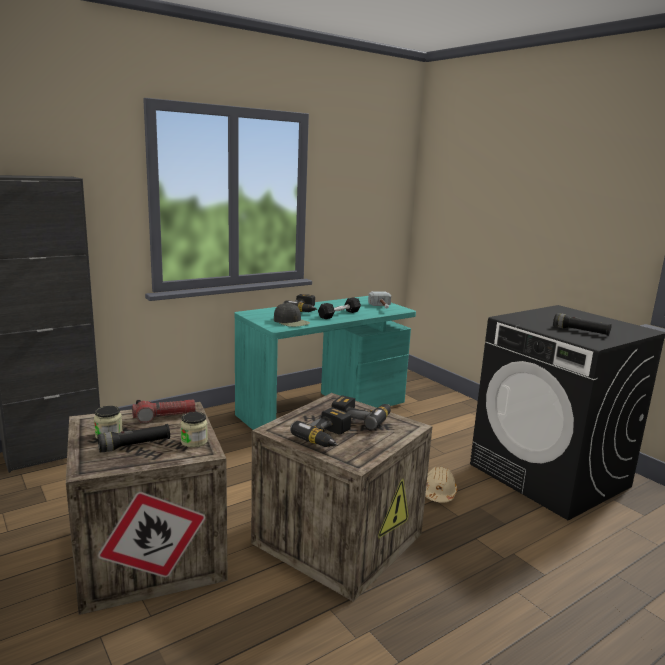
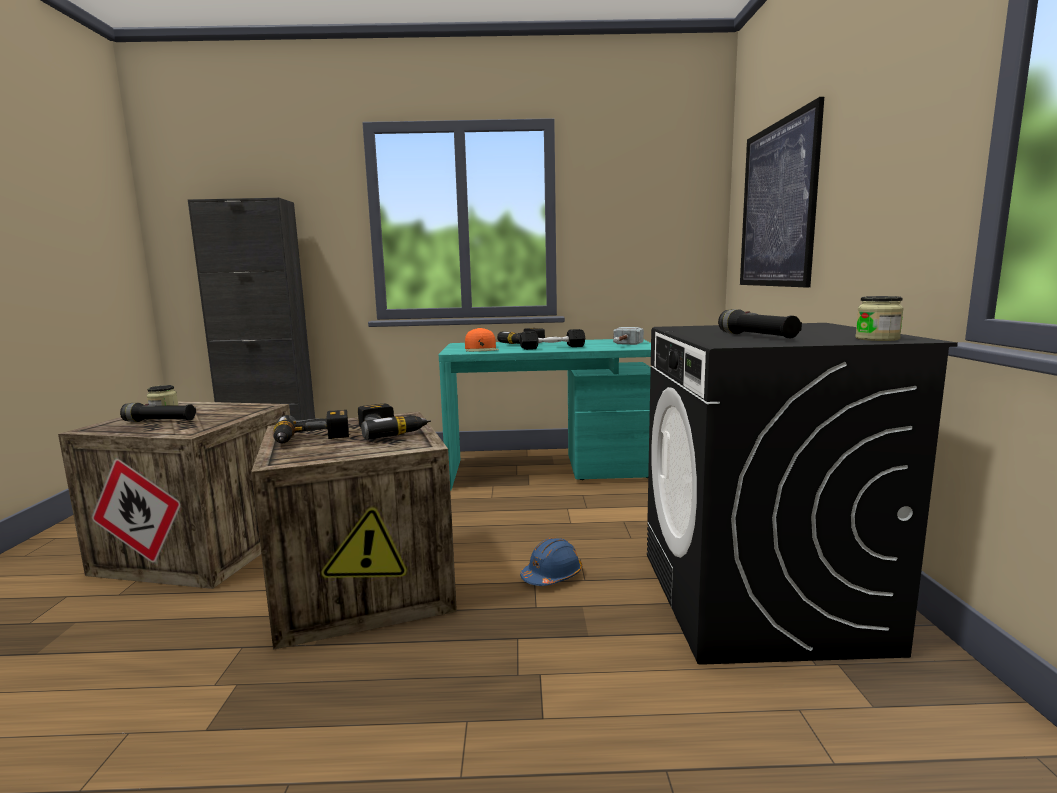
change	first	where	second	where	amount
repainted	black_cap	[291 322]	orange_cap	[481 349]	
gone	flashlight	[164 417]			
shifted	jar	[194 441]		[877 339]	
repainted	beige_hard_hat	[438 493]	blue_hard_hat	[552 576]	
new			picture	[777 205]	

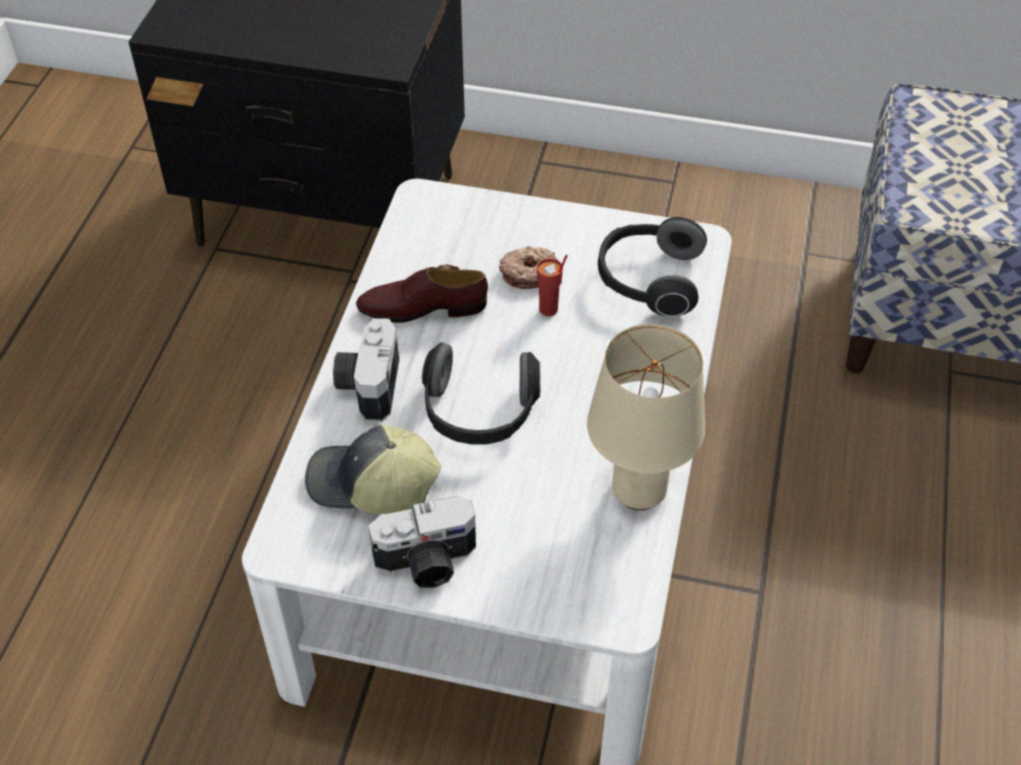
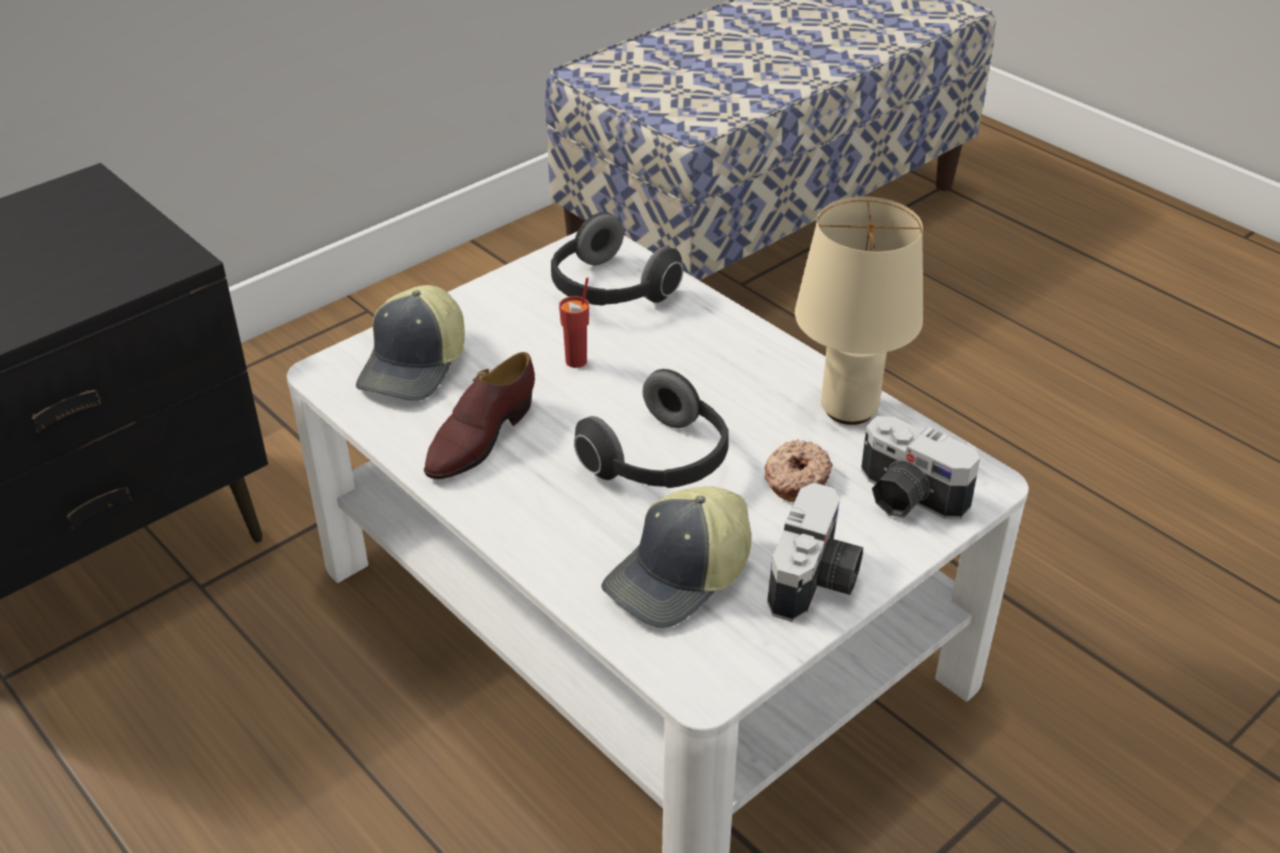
change	first	where	second	where	amount
shifted	donut	[529 273]		[795 479]	
shifted	photo_camera	[366 384]		[906 498]	
new			cap	[416 365]	

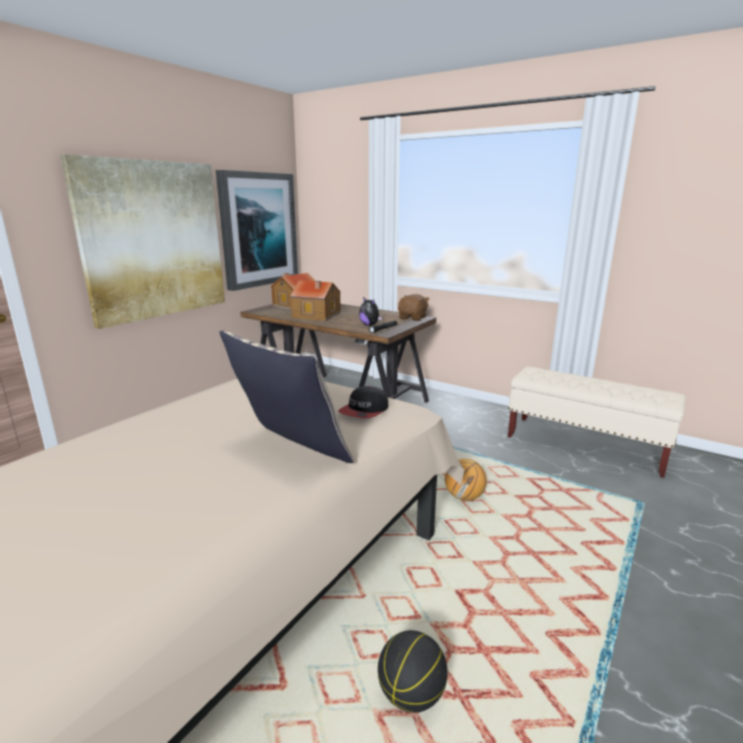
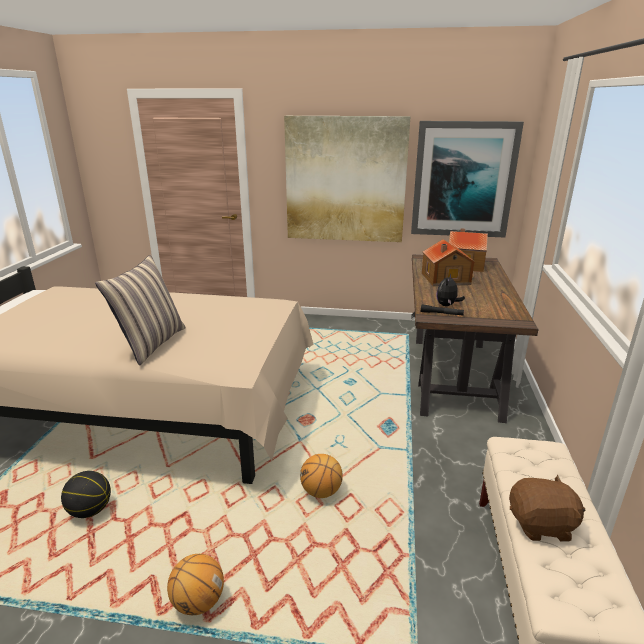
change	first	where	second	where	amount
shifted	brown_plush_toy	[413 318]		[541 525]	
gone	cap	[364 411]			
new			basketball	[198 602]	

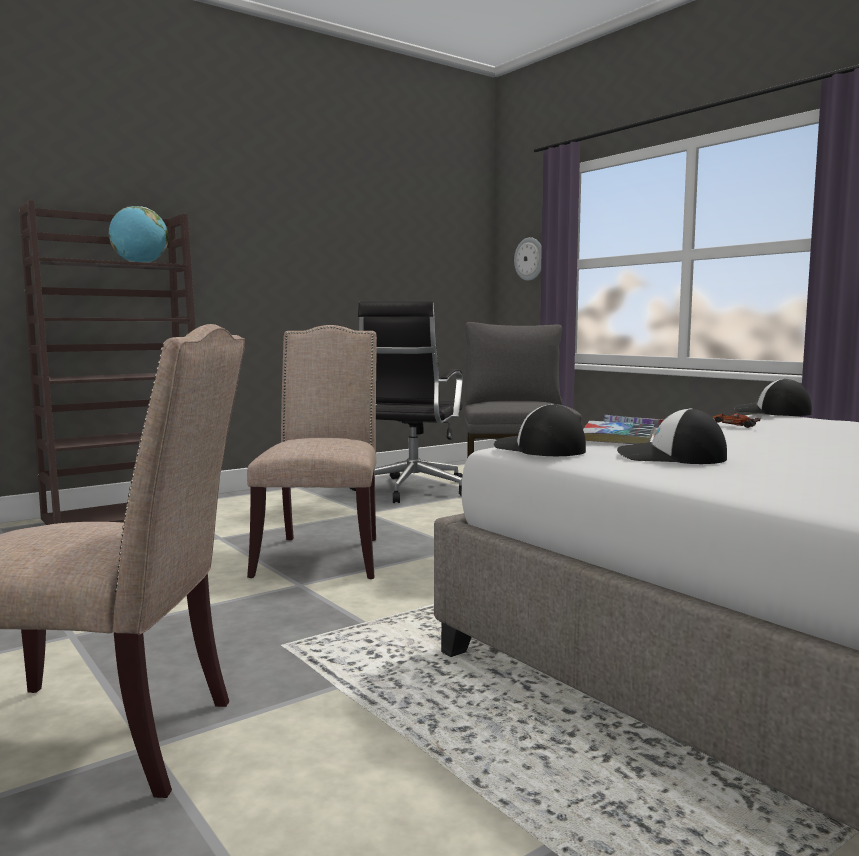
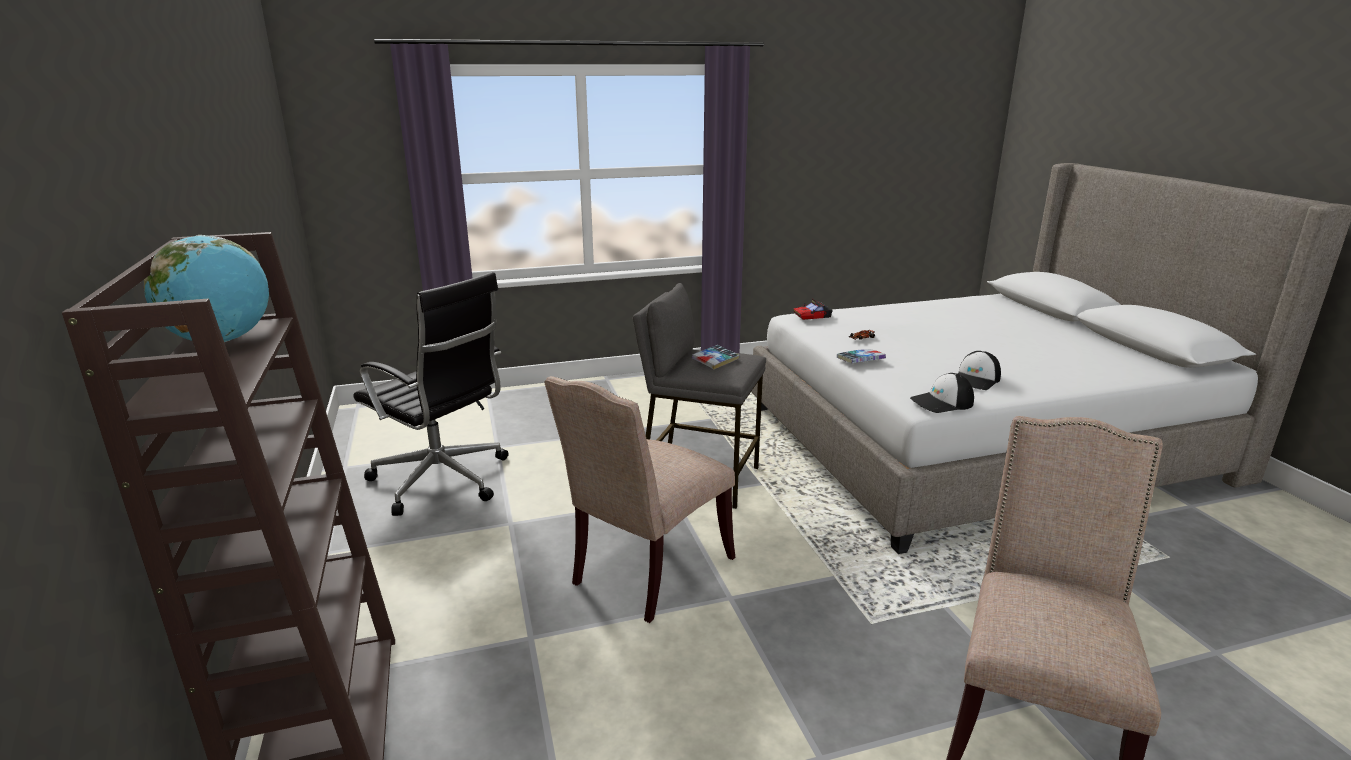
change	first	where	second	where	amount
gone	wall_clock	[529 259]			
rotated	beige_chair	[323 555]		[647 572]	75 degrees counterclockwise
swapped	cap	[771 412]	toy_car	[812 316]	
shifted	book	[617 440]		[715 361]	

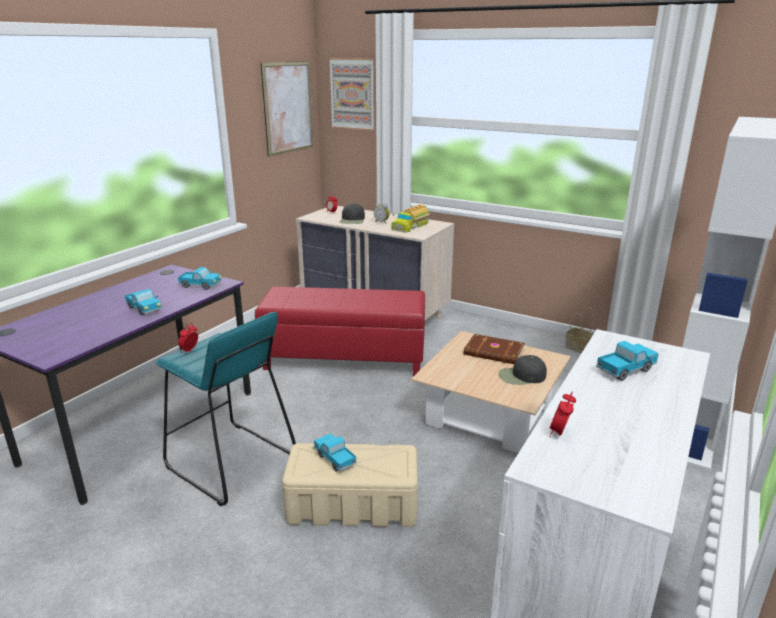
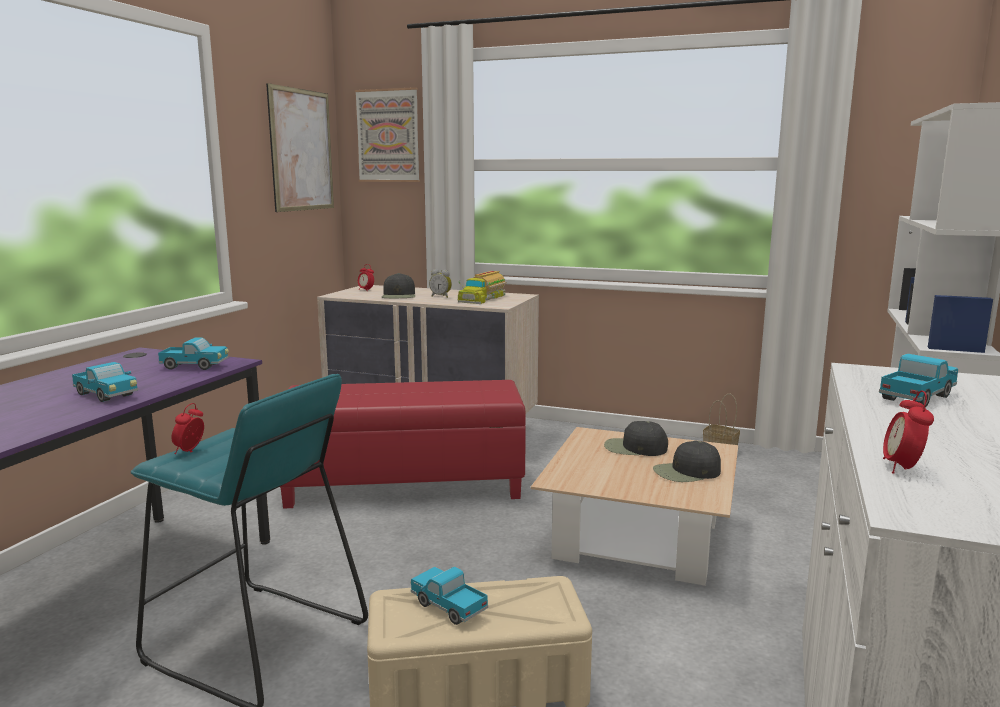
change	first	where	second	where	amount
swapped	brown_book	[494 352]	black_cap	[634 448]	

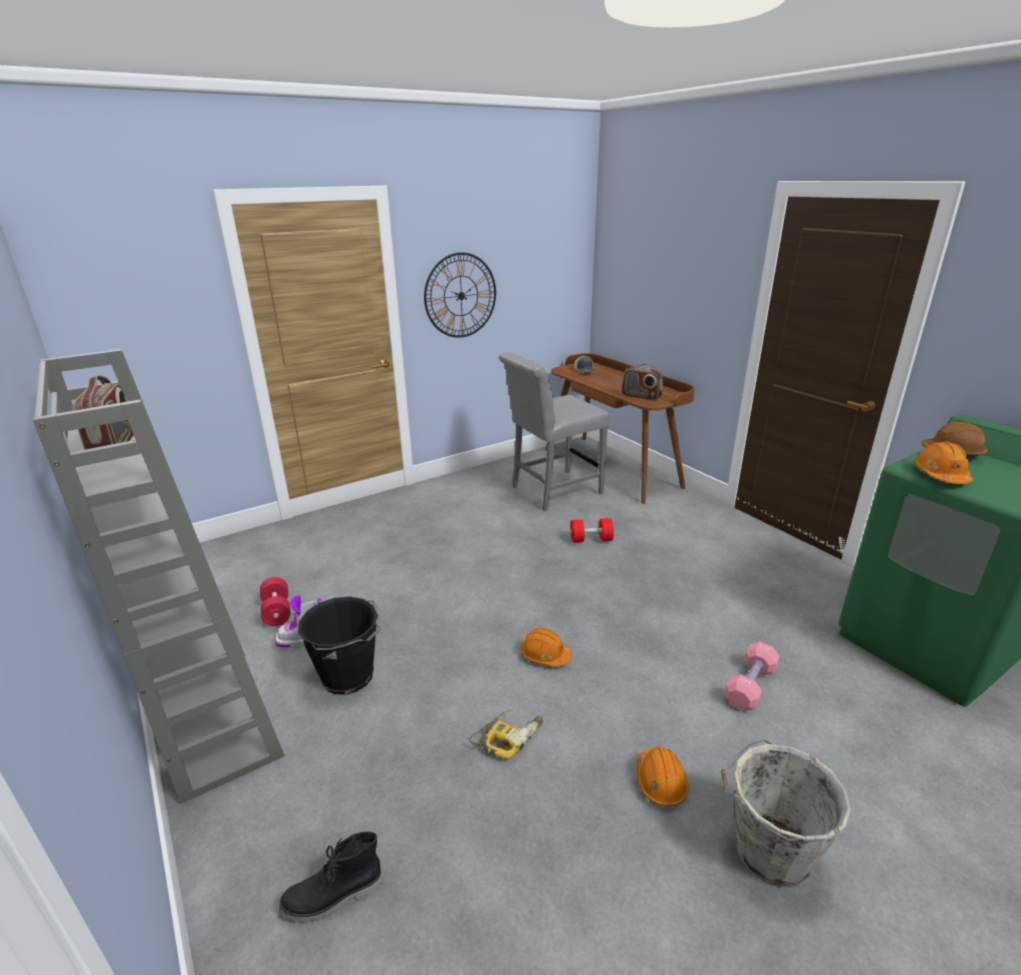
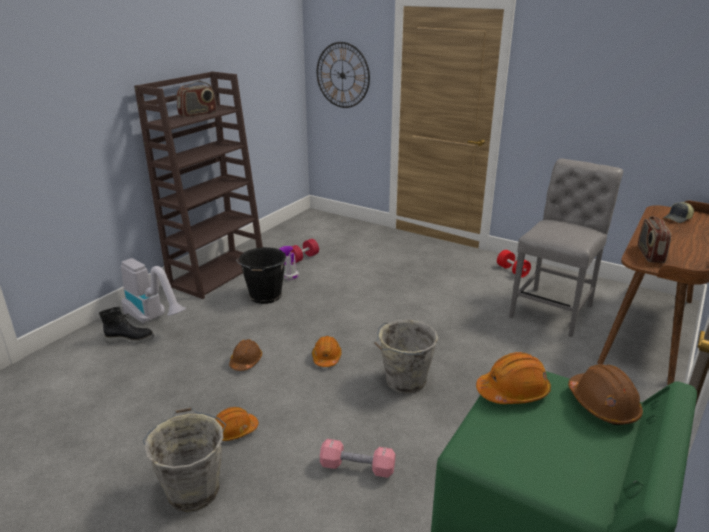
change	first	where	second	where	amount
shifted	wall_clock	[461 296]		[342 75]	
repainted	grey_bookcase	[214 718]	brown_bookcase	[218 273]	
rotated	grey_chair	[552 491]		[554 309]	90 degrees clockwise
shifted	red_dumbbell	[591 540]		[512 271]	
swapped	power_drill	[508 736]	brown_hard_hat	[246 361]	
rotated	black_boot	[333 898]		[130 339]	135 degrees clockwise
new			vacuum_cleaner	[154 318]	
new			grey_bucket	[404 381]	

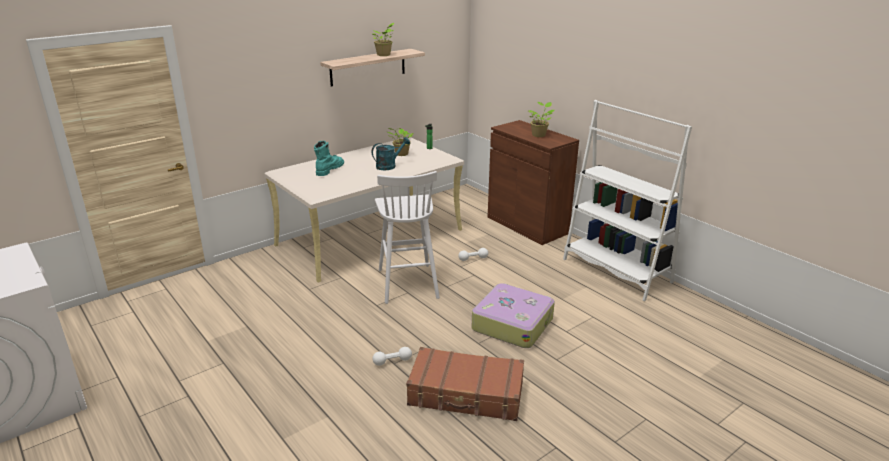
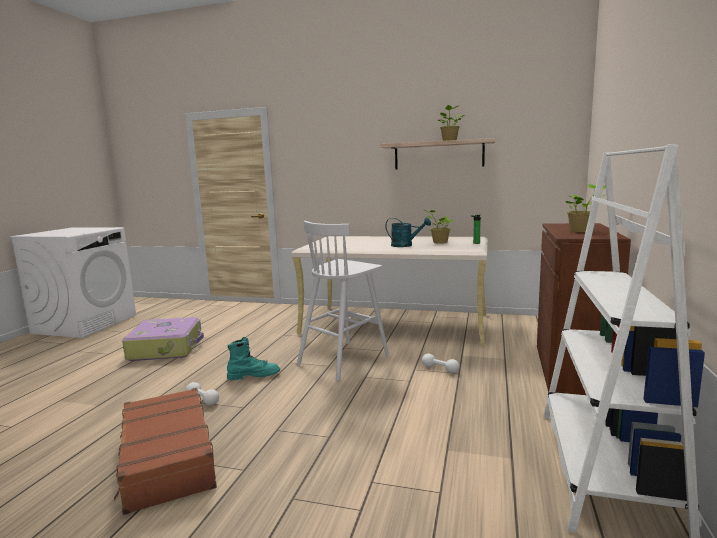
change	first	where	second	where	amount
shifted	turquoise_boot	[329 170]		[254 376]	
shifted	suitcase	[512 324]		[166 348]	

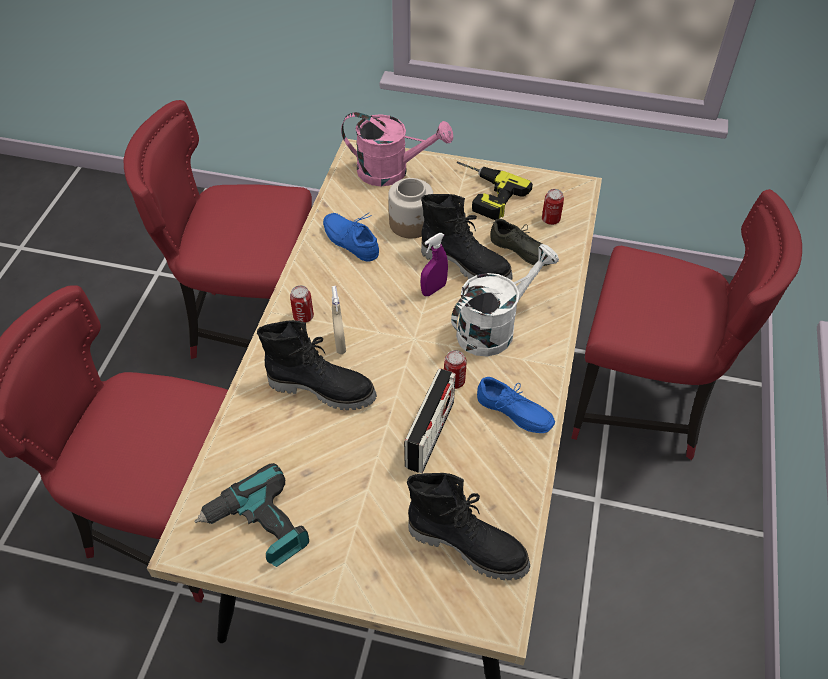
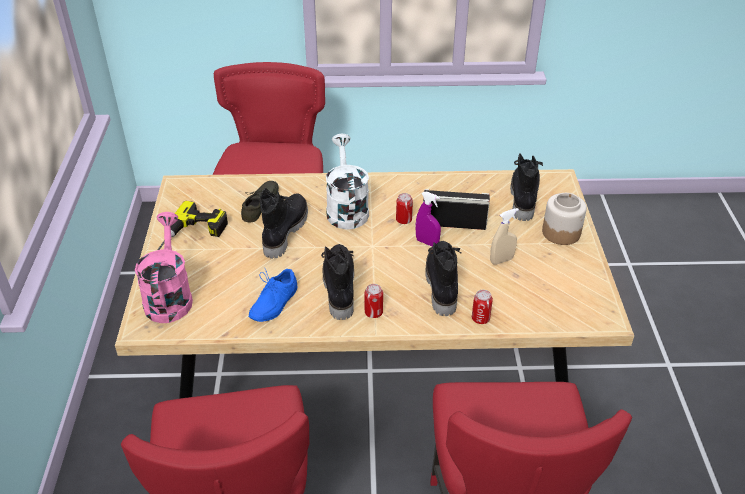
change	first	where	second	where	amount
shifted	jar	[411 223]		[561 232]	
shifted	can	[550 219]		[480 318]	
shifted	purple_spray_bottle	[433 289]		[427 242]	
rotated	white_watering_can	[494 327]		[346 208]	45 degrees clockwise
shifted	beige_spray_bottle	[340 344]		[501 260]	
gone	blue_shoe	[513 414]			
gone	power_drill	[259 527]			
new			black_boot	[338 287]	

